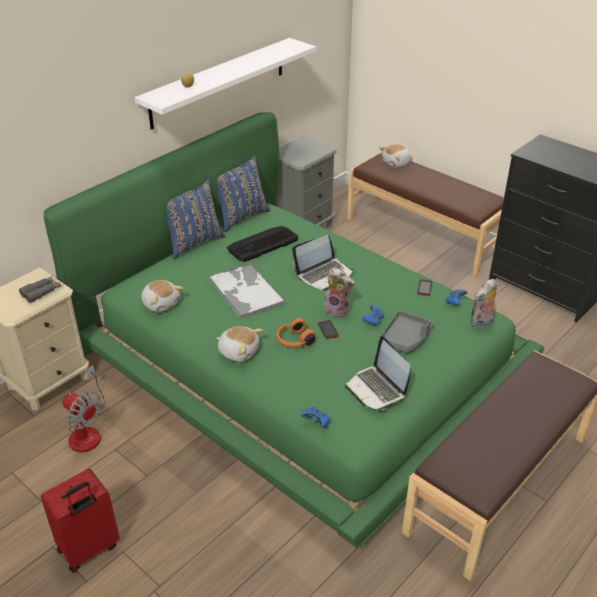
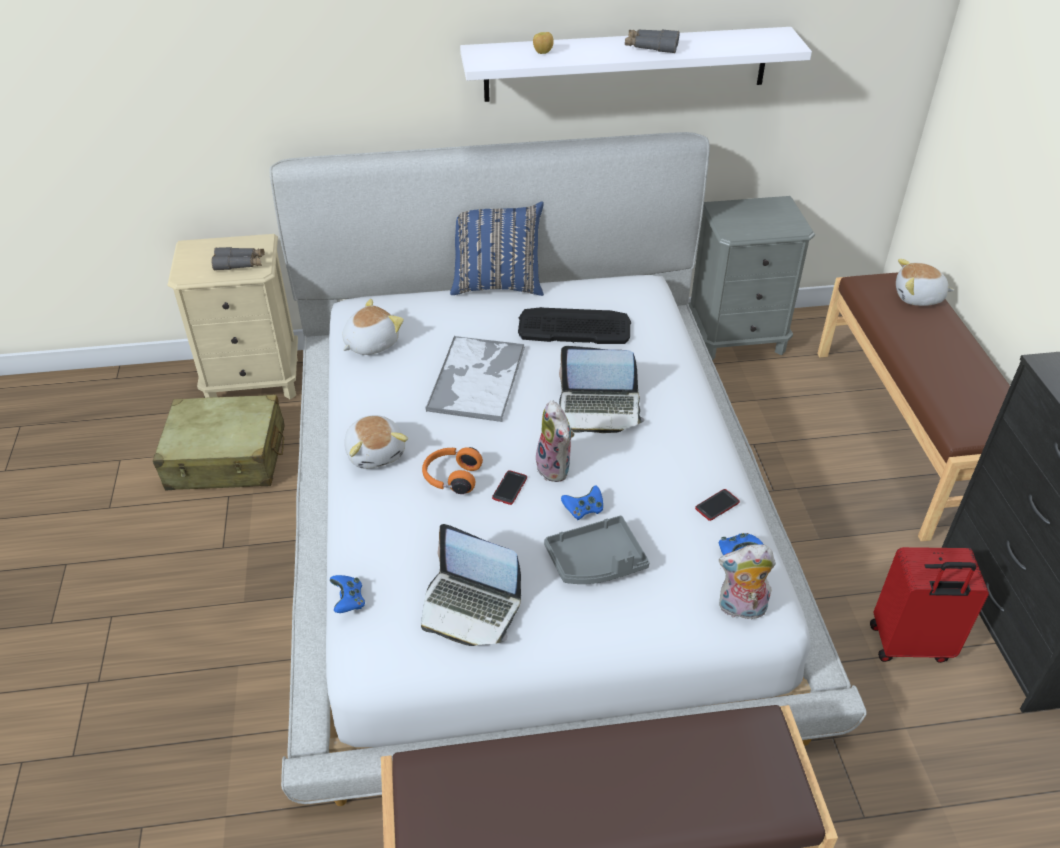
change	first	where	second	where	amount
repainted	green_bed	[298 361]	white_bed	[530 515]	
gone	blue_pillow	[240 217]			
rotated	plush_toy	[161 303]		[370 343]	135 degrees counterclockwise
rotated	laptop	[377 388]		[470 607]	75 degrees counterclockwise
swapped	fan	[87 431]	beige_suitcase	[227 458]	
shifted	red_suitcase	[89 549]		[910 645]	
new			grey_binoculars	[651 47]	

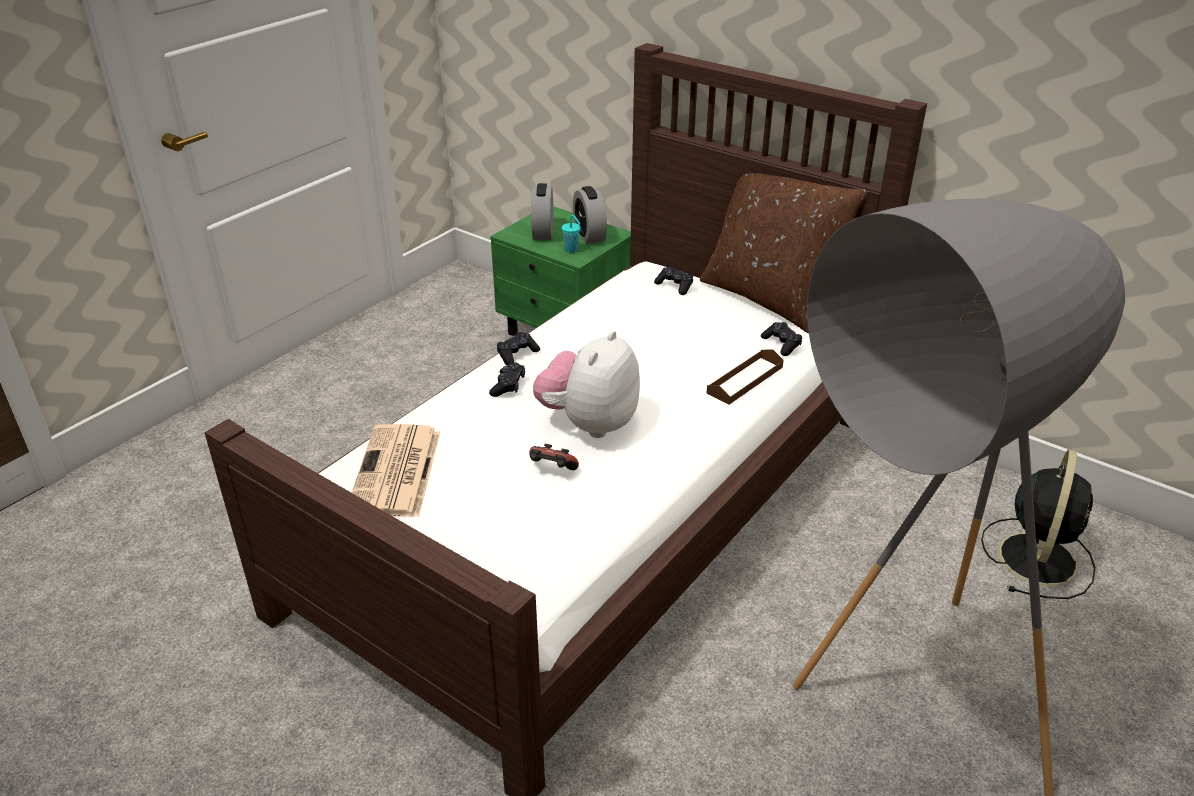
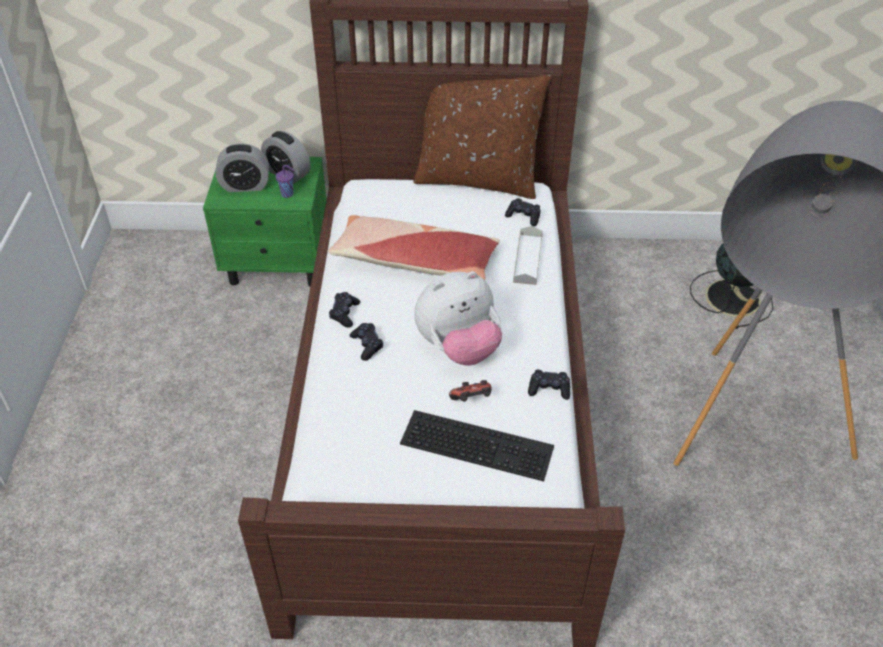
change	first	where	second	where	amount
rotated	alarm_clock	[543 232]		[245 186]	60 degrees counterclockwise
repainted	turquoise_cup	[572 250]	purple_cup	[288 194]	
shifted	black_game_controller	[675 286]		[549 389]	
rotated	plush_toy	[589 423]		[458 348]	105 degrees counterclockwise
repainted	brown_tray	[745 380]	grey_tray	[527 259]	
gone	newspaper	[396 473]			
new			pillow	[414 261]	
new			keyboard	[479 443]	

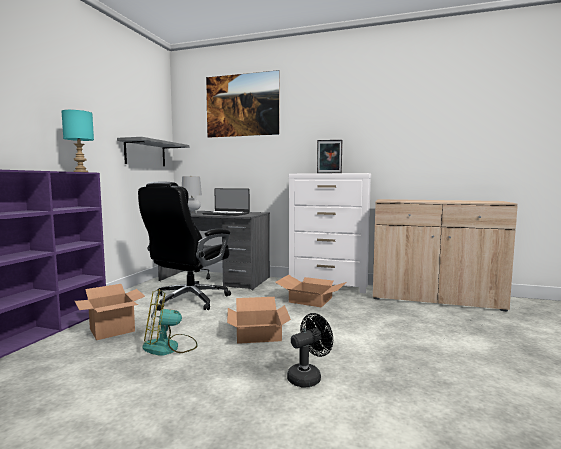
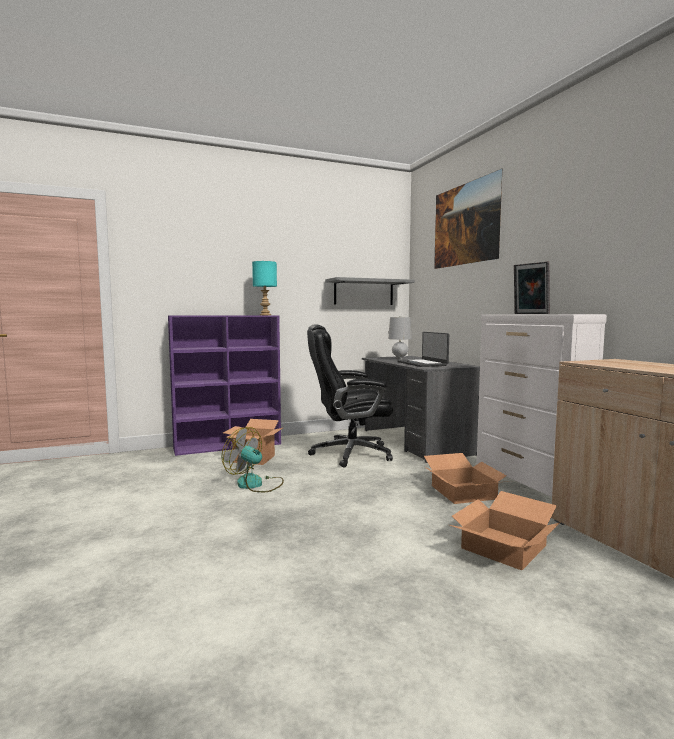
change	first	where	second	where	amount
shifted	cardboard_box	[259 333]		[504 548]	
gone	black_fan	[308 377]			

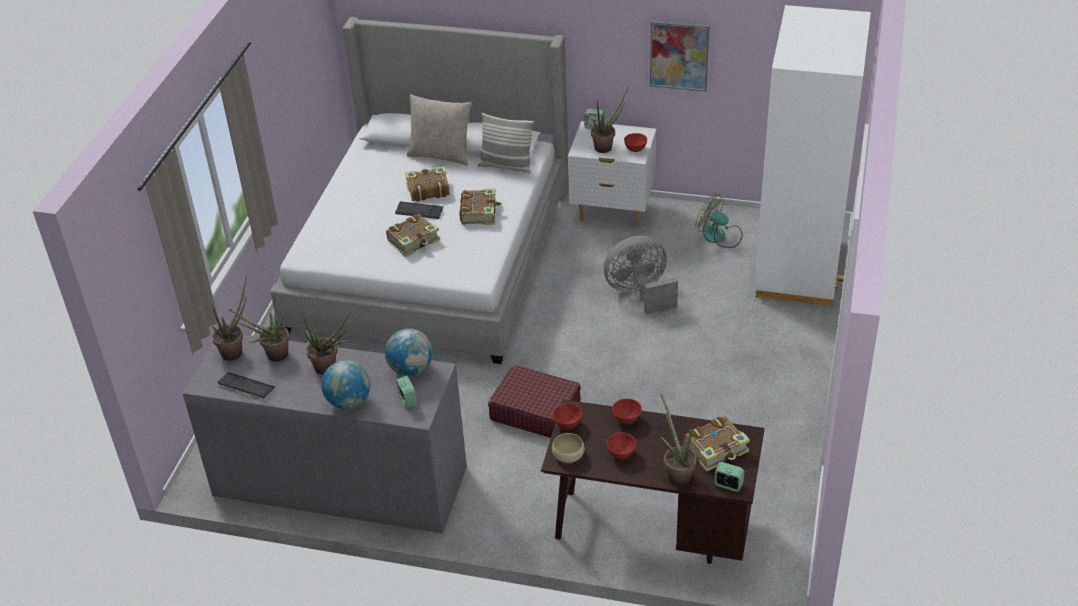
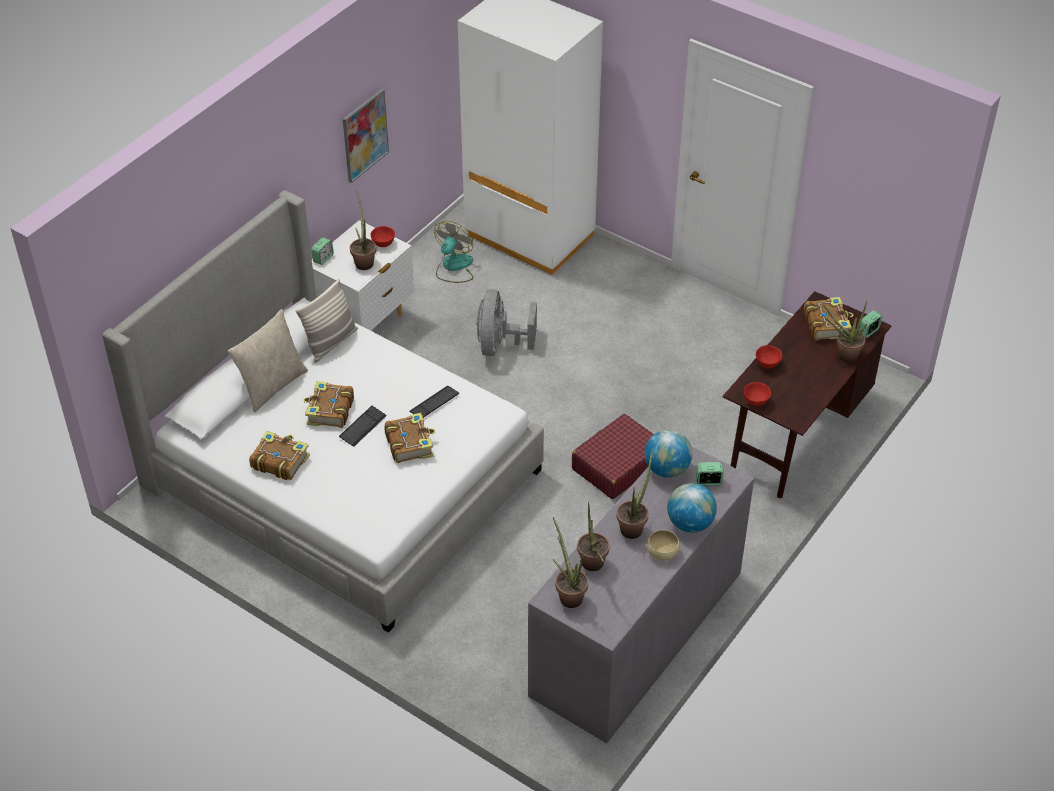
change	first	where	second	where	amount
shifted	book	[479 212]		[279 461]	
rotated	fan	[719 236]		[454 267]	150 degrees clockwise
shifted	keyboard	[246 386]		[434 403]	
gone	red_bowl	[621 454]			
shifted	beige_bowl	[568 454]		[662 551]	

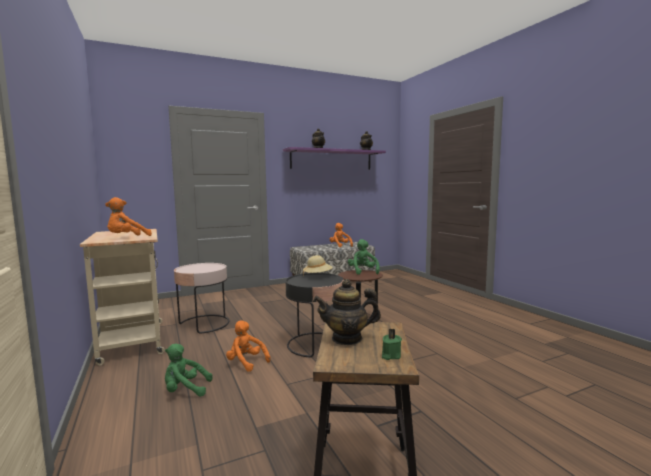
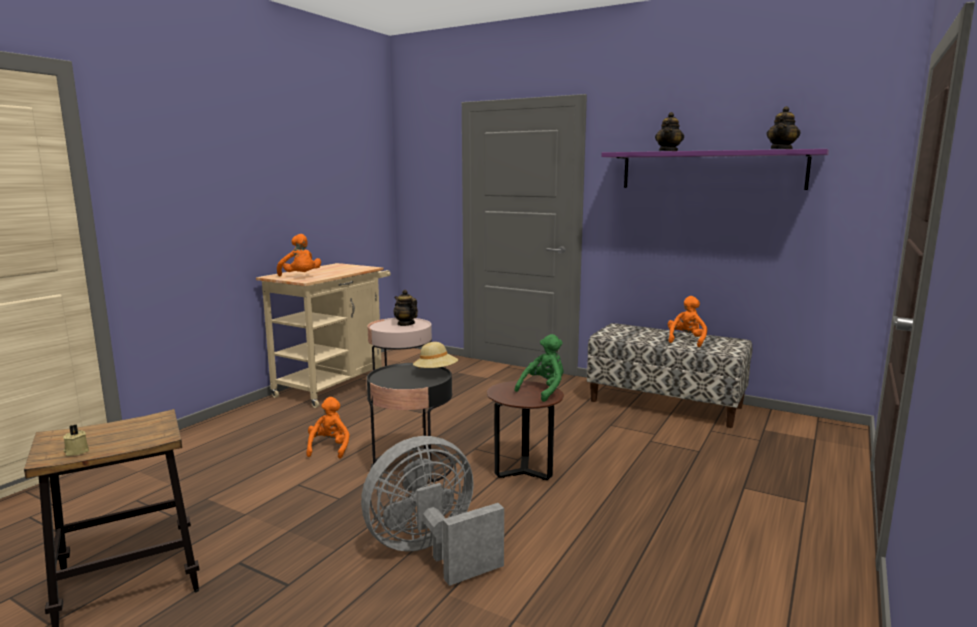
change	first	where	second	where	amount
rotated	orange_plush_toy	[127 238]		[300 277]	135 degrees counterclockwise
shifted	teapot	[347 338]		[405 324]	
repainted	green_candle	[390 355]	beige_candle	[76 451]	
gone	green_plush_toy	[185 390]			
new			grey_fan	[431 552]	

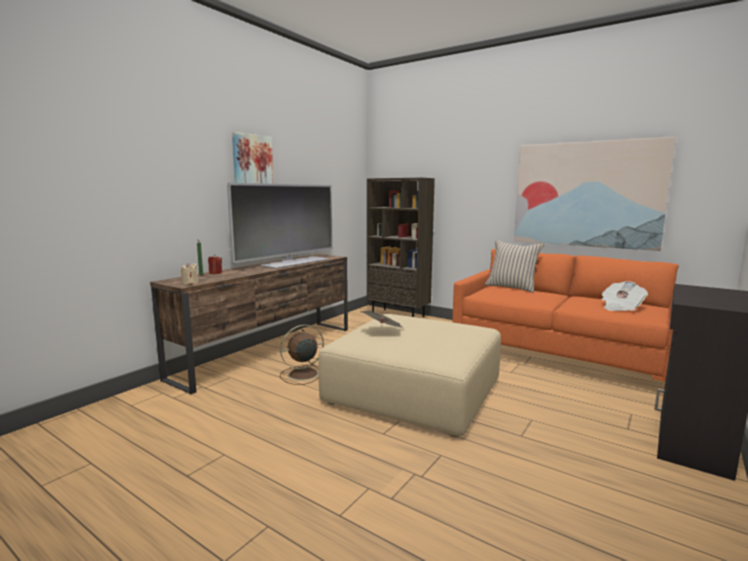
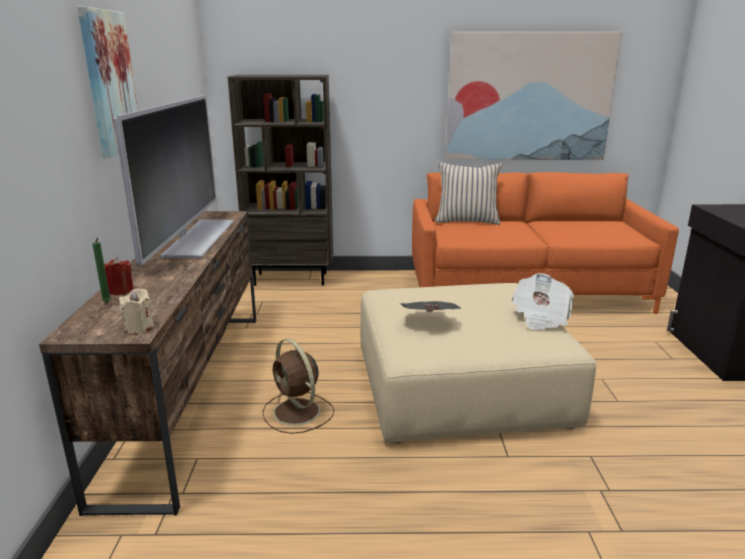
change	first	where	second	where	amount
shifted	newspaper	[620 307]		[540 317]	
rotated	brown_fan	[302 374]		[298 413]	60 degrees counterclockwise

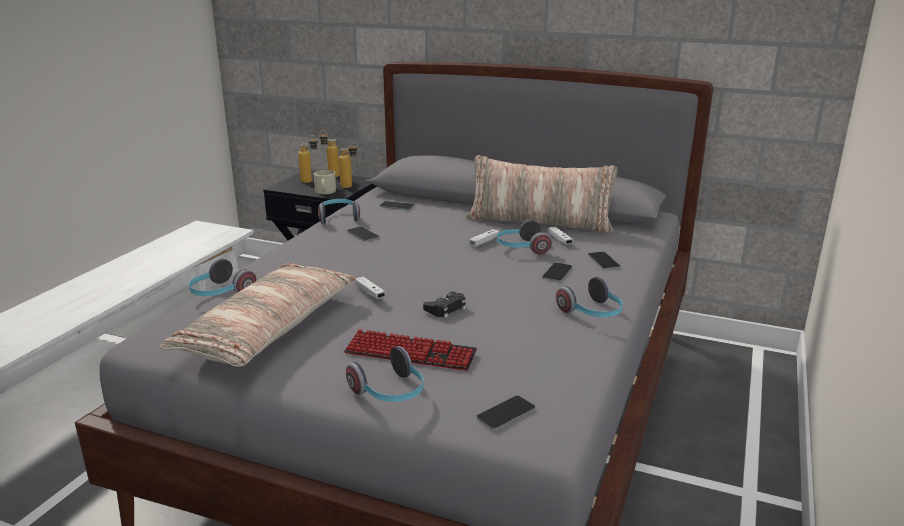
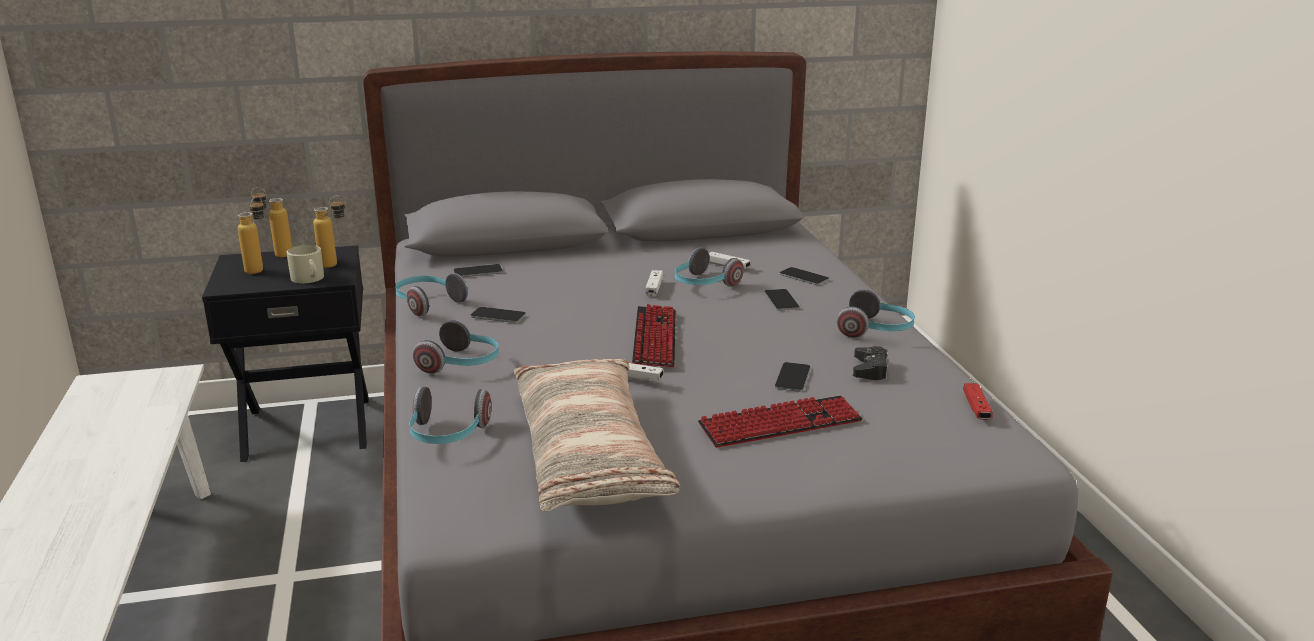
change	first	where	second	where	amount
gone	pillow	[539 222]			
shifted	black_game_controller	[446 309]		[870 369]	
shifted	headphones	[390 393]		[462 364]	
shifted	phone	[506 413]		[792 377]	
new			keyboard	[655 338]	
new			red_game_controller	[976 408]	

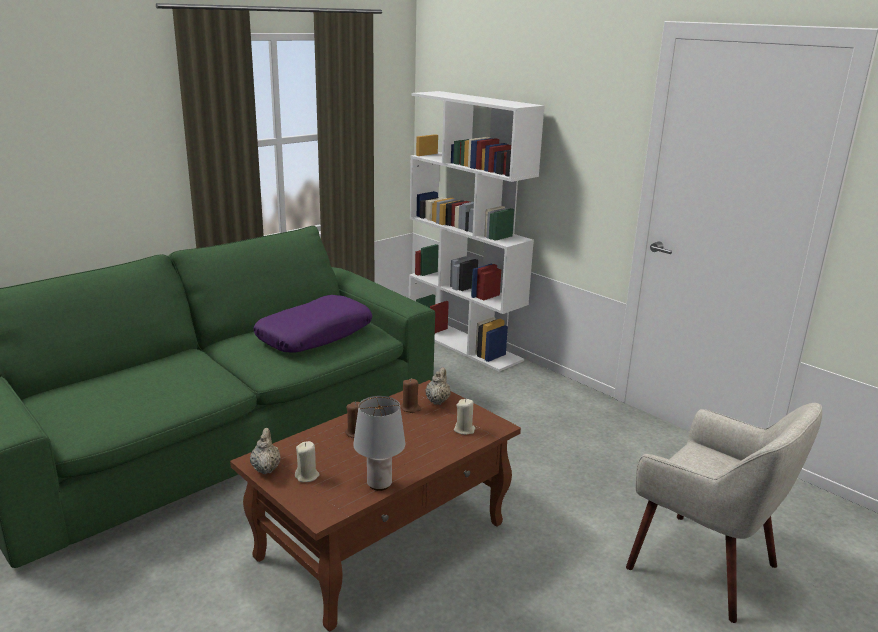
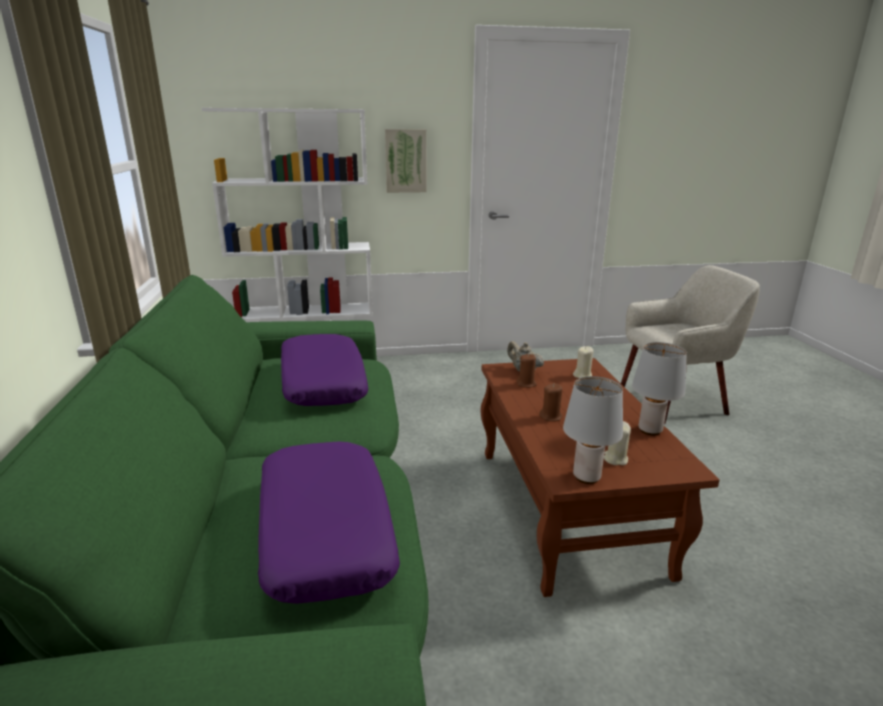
change	first	where	second	where	amount
swapped	beige_teapot	[266 468]	grey_table_lamp	[585 477]	
new			picture	[405 161]	
new			purple_pillow	[324 531]	

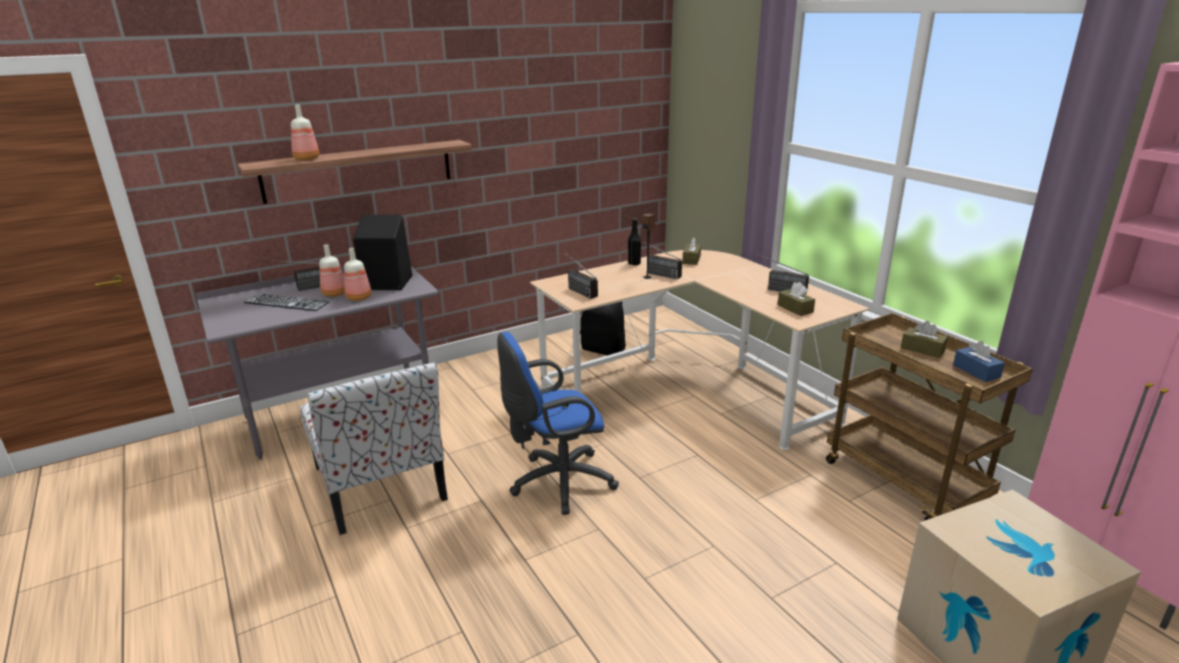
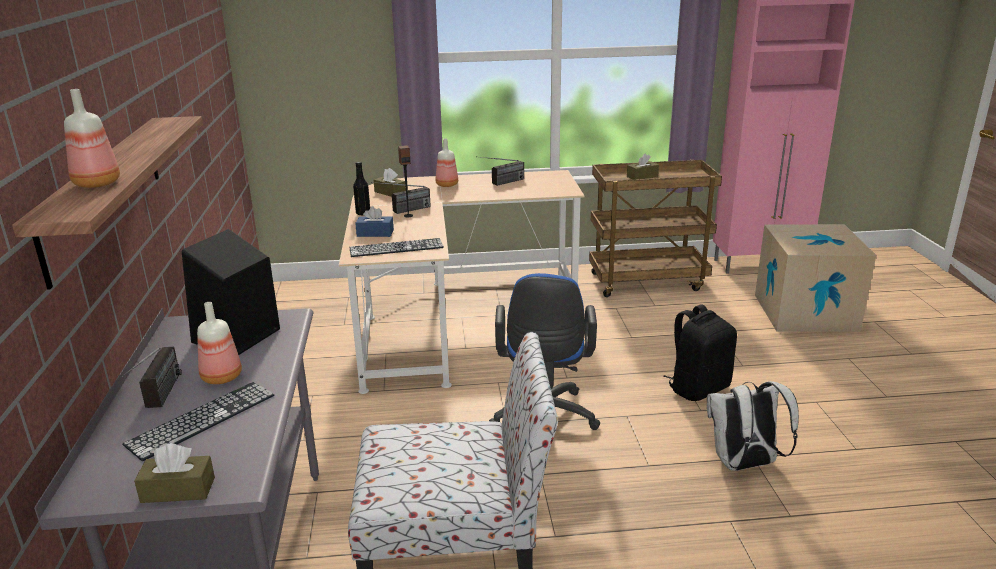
change	first	where	second	where	amount
shifted	bottle	[358 298]		[446 185]	
swapped	radio	[576 289]	keyboard	[396 248]	
shifted	brown_tissue_box	[795 308]		[178 490]	
shifted	black_backpack	[604 350]		[698 388]	
shifted	blue_tissue_box	[976 371]		[375 233]	
new			white_backpack	[744 465]	

